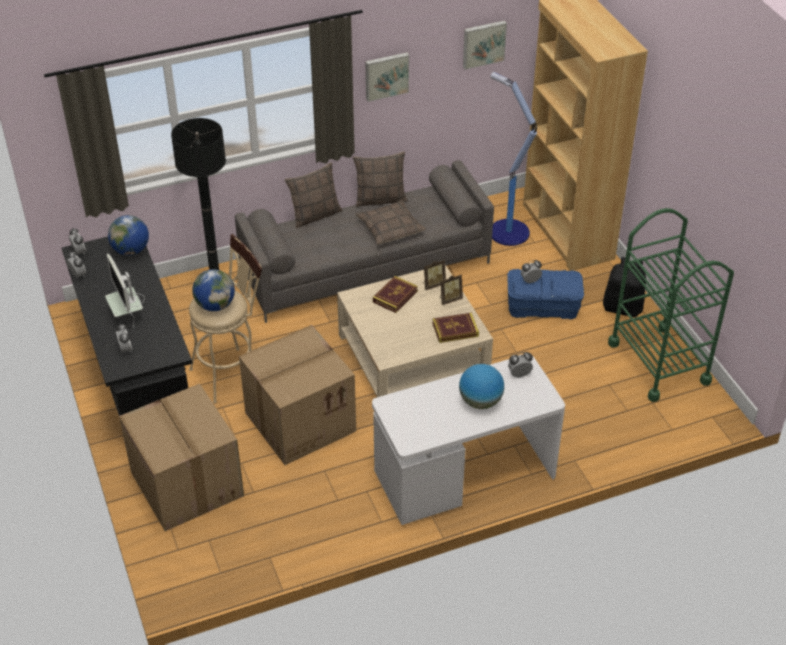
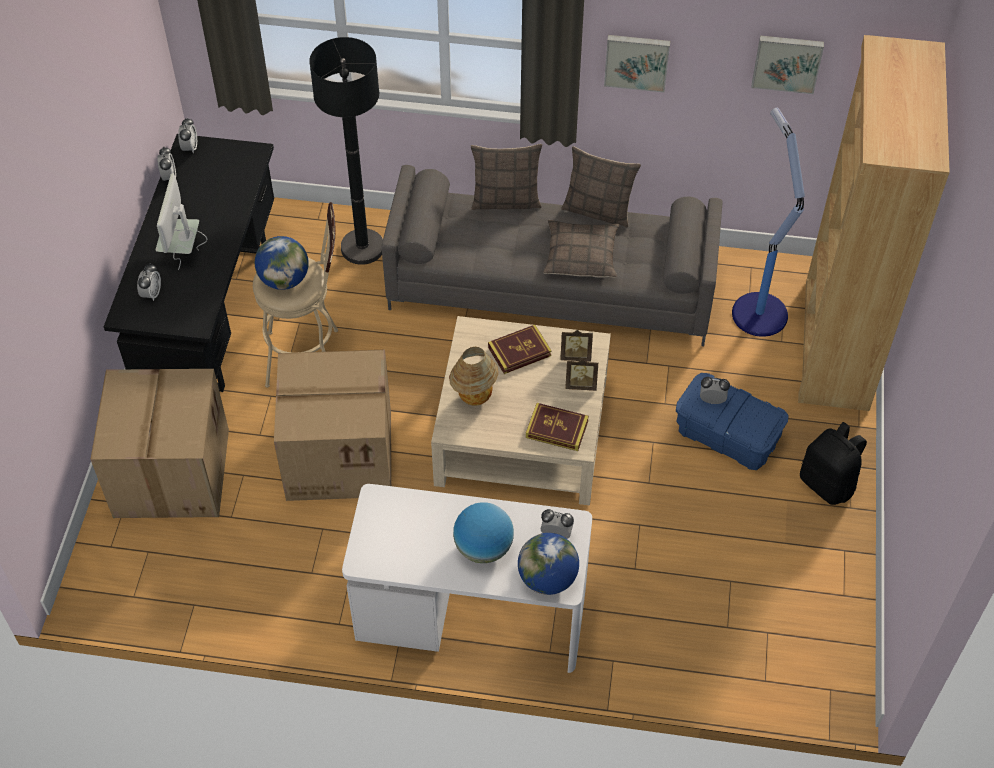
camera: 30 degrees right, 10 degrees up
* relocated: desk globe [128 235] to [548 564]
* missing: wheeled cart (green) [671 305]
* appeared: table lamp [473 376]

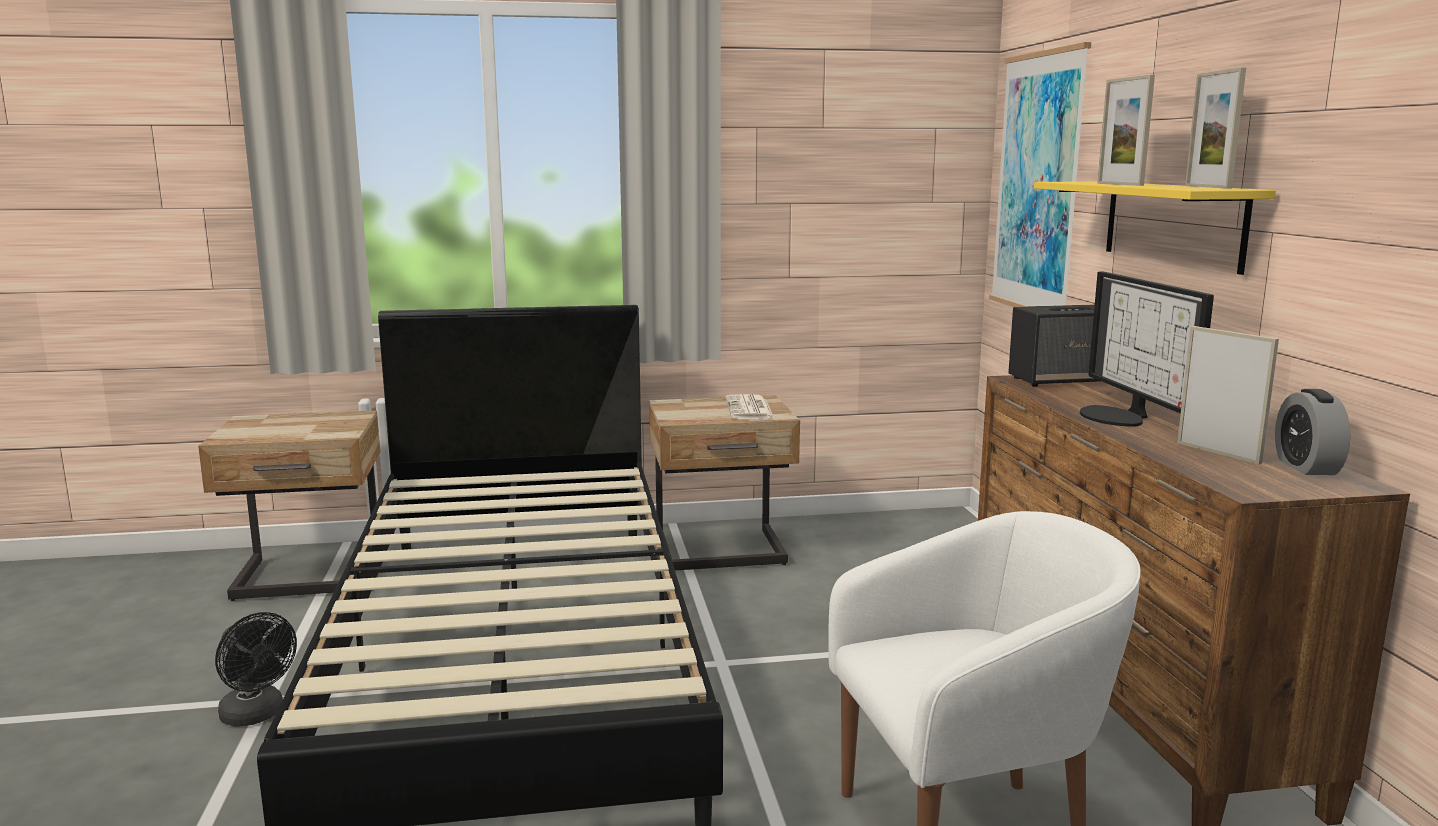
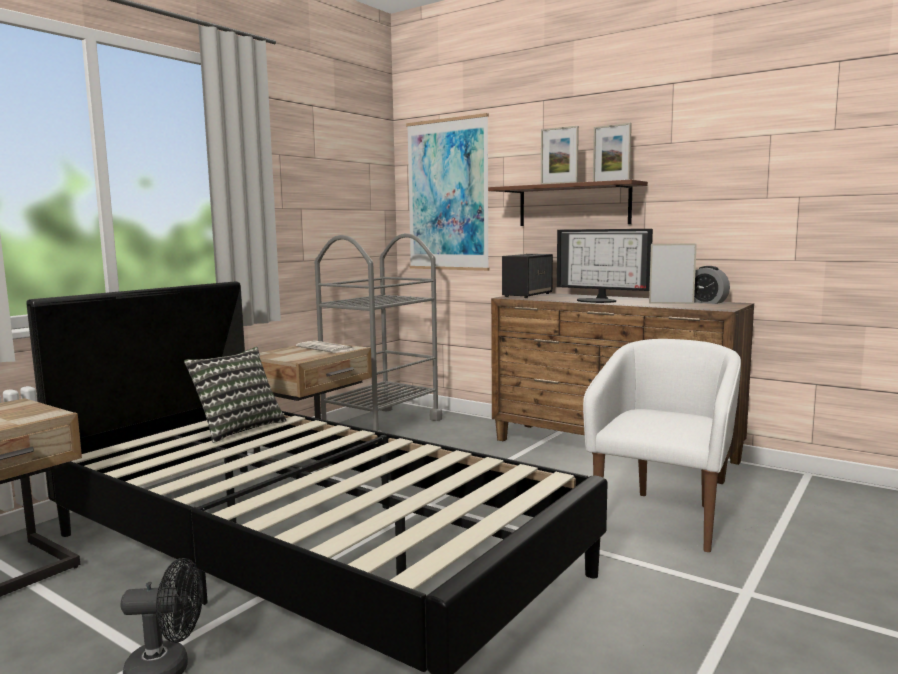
camera: 45 degrees left, 5 degrees down
* colour: bracket shelf (yellowish) [1155 228] to bracket shelf (brown) [568 203]
* appeared: throw pillow [235 395]
* appeared: wheeled cart (greyish) [378 332]

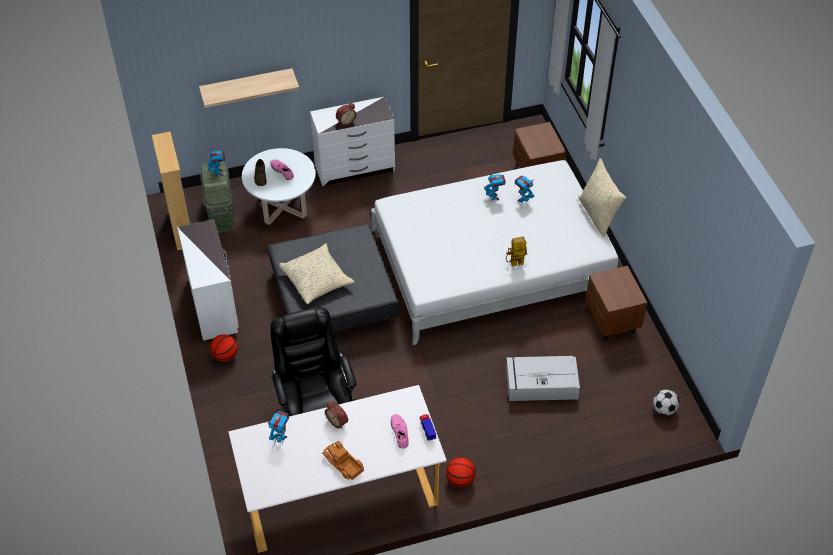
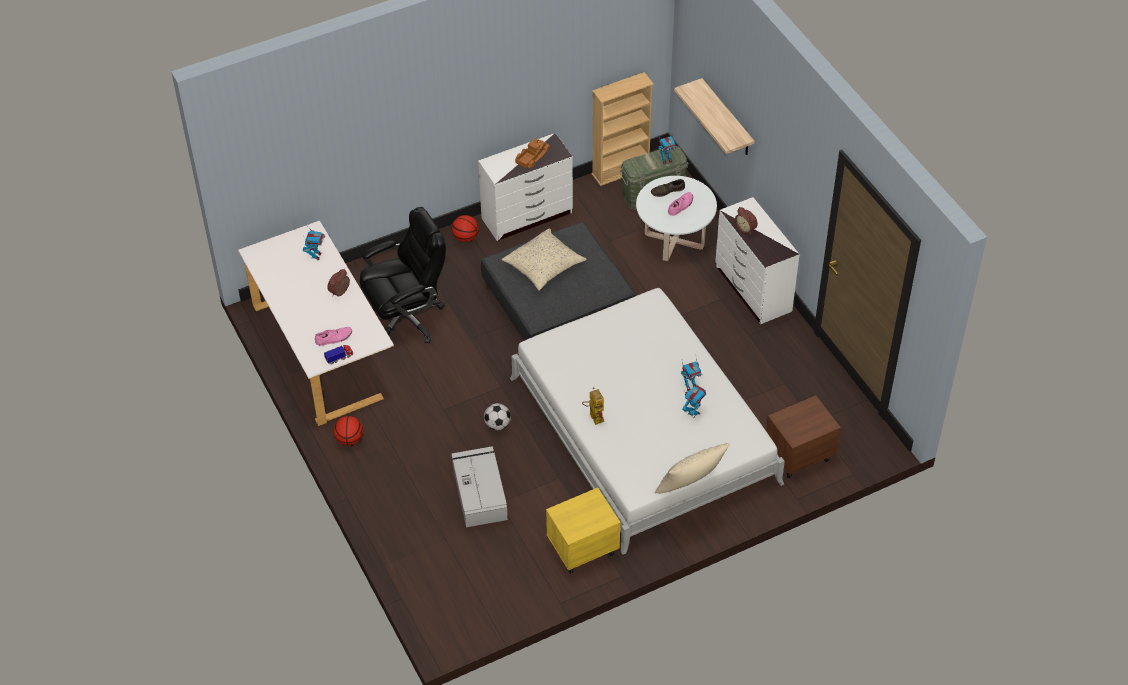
camera: 80 degrees right, 0 degrees up
* relocated: toy truck [343 460] to [533 153]
* colour: bedside table (brown) [616 303] to bedside table (yellowish) [583 530]
* relocated: football ball [666 403] to [497 416]

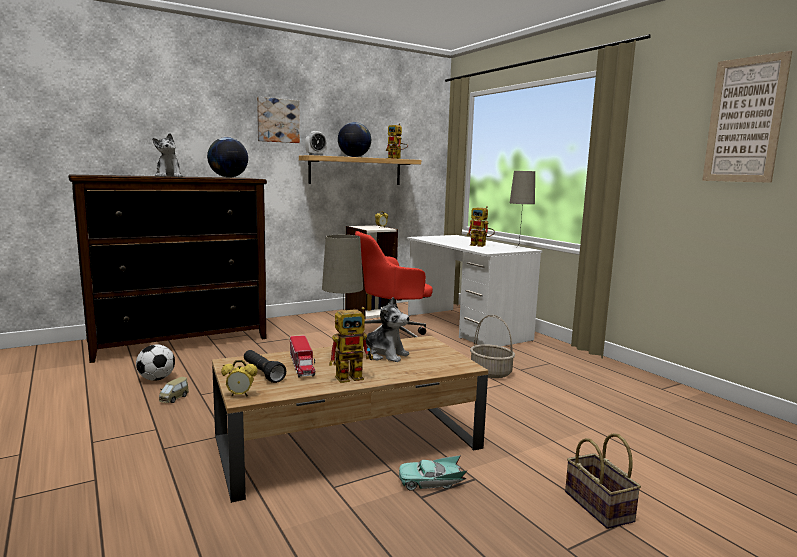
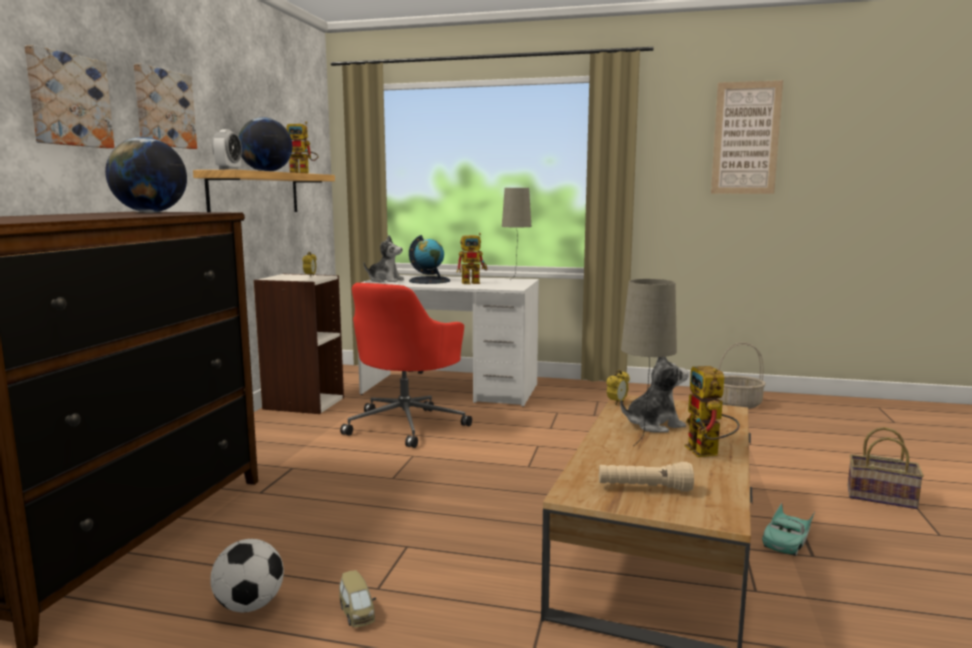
camera: 45 degrees left, 0 degrees up
* relocated: cuddly toy [167 155] to [383 259]
* relocated: table clock [239 378] to [618 387]
* colour: torch (black-coloured) [265 366] to torch (beige) [646 477]
* missing: toy truck [302 356]
* spun: toy robot [351 345] = [712 411] 150 degrees clockwise
* relocated: storage basket [492 346] to [742 375]
* appeared: picture [69 96]
* appeared: desk globe [429 259]

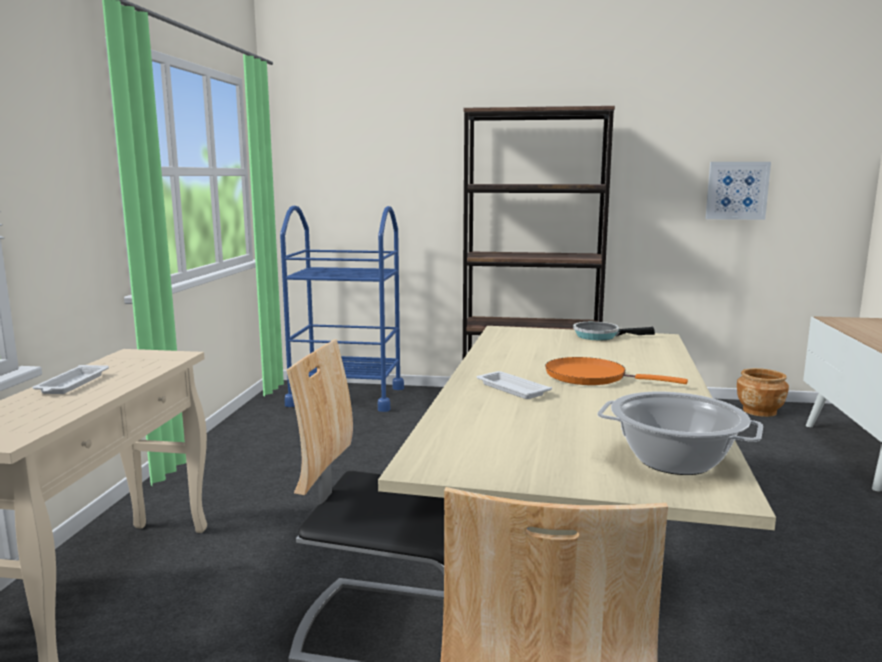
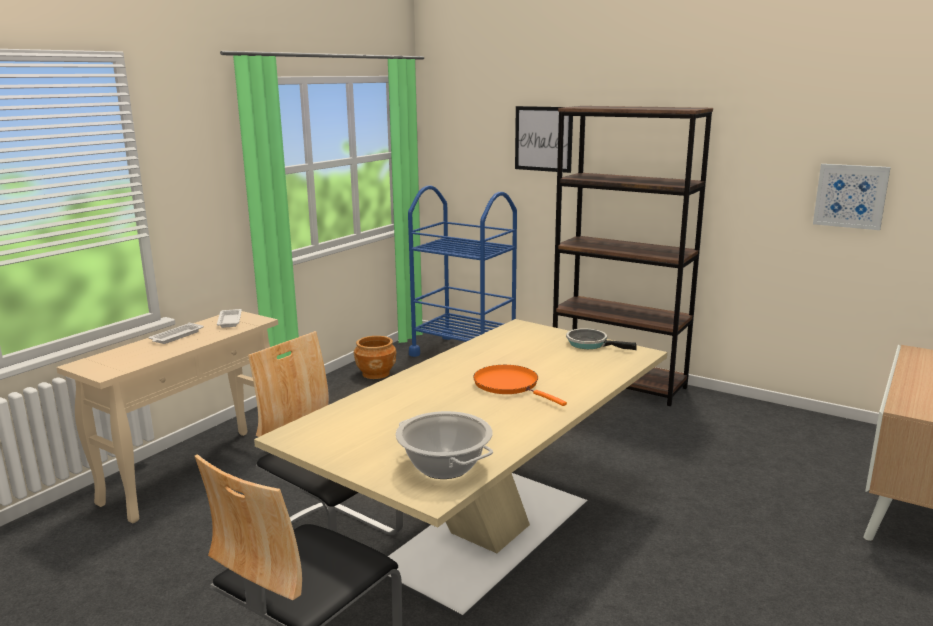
camera: 25 degrees right, 5 degrees up
* relocated: serving tray (white) [514 385] to [229 318]
* relocated: planter (brown) [763 392] to [375 357]
* appeared: picture [544 139]

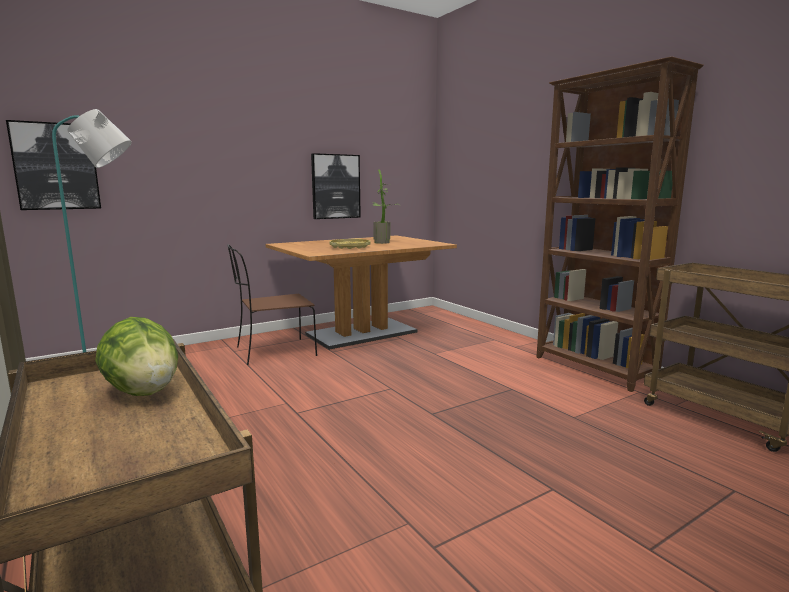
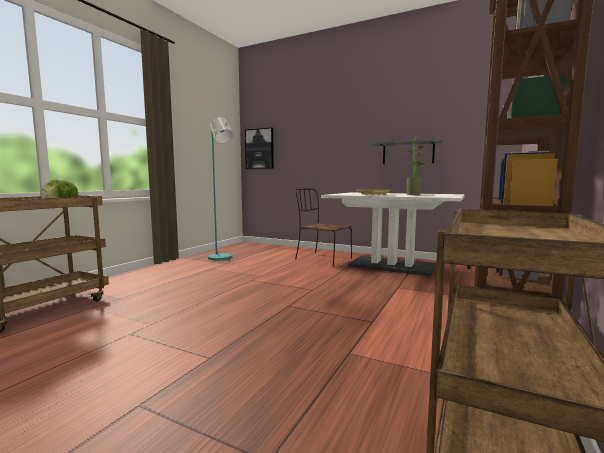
camera: 60 degrees right, 5 degrees down
* colour: kitchen table (brown) [361 292] to kitchen table (white) [393 234]
* exchanged: picture [336 186] to bracket shelf (greyish) [407 151]

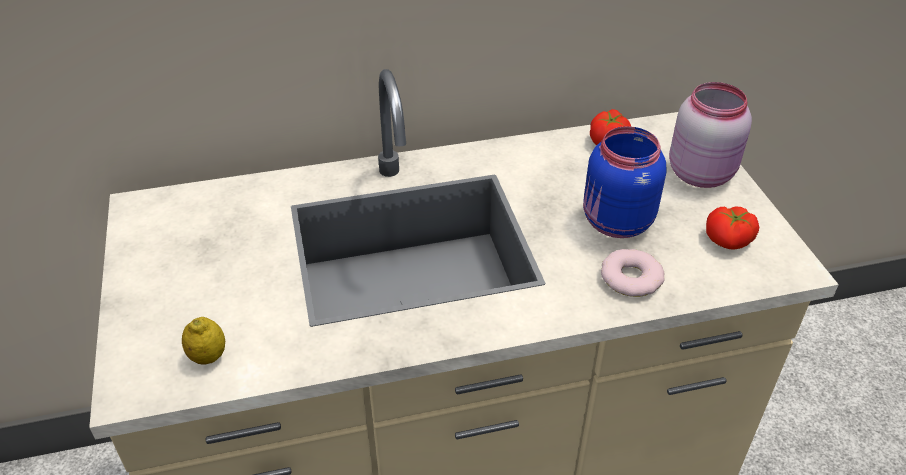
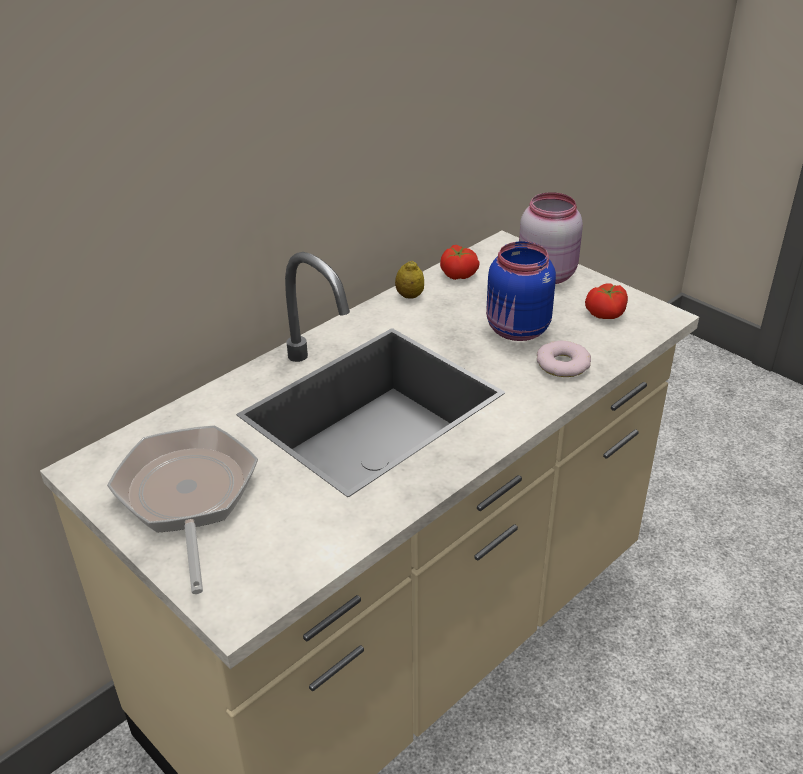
camera: 30 degrees left, 5 degrees down
* relocated: lemon [203 340] to [409 280]
* appeared: skillet [182 509]

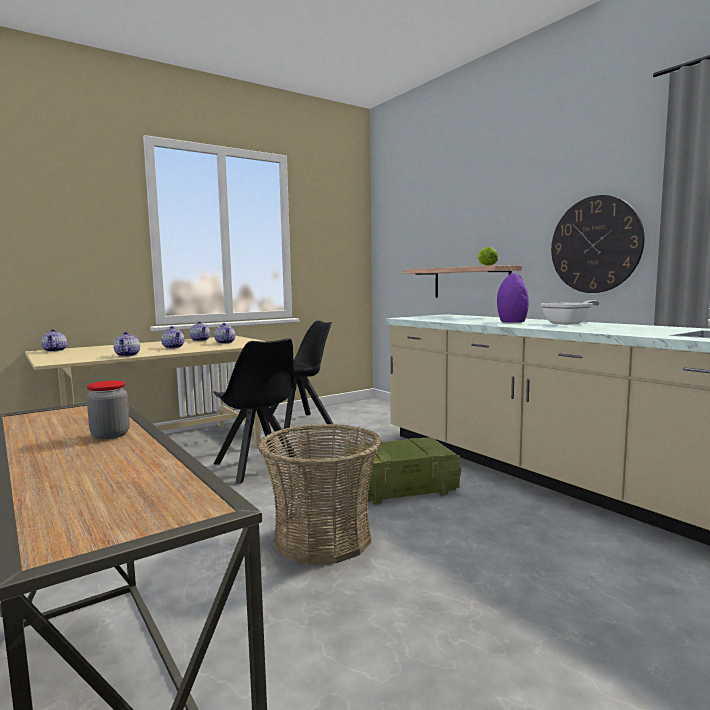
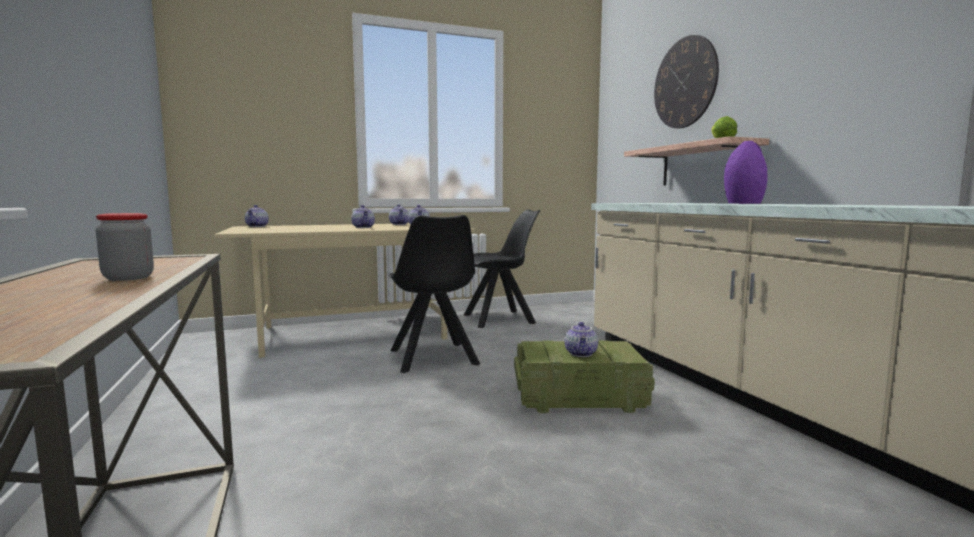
camera: 15 degrees right, 0 degrees up
* relocated: teapot [126 344] to [581 339]
* missing: storage basket [319 494]
* missing: skillet [570 312]
* relocated: clock on the wall [598 244] to [686 81]

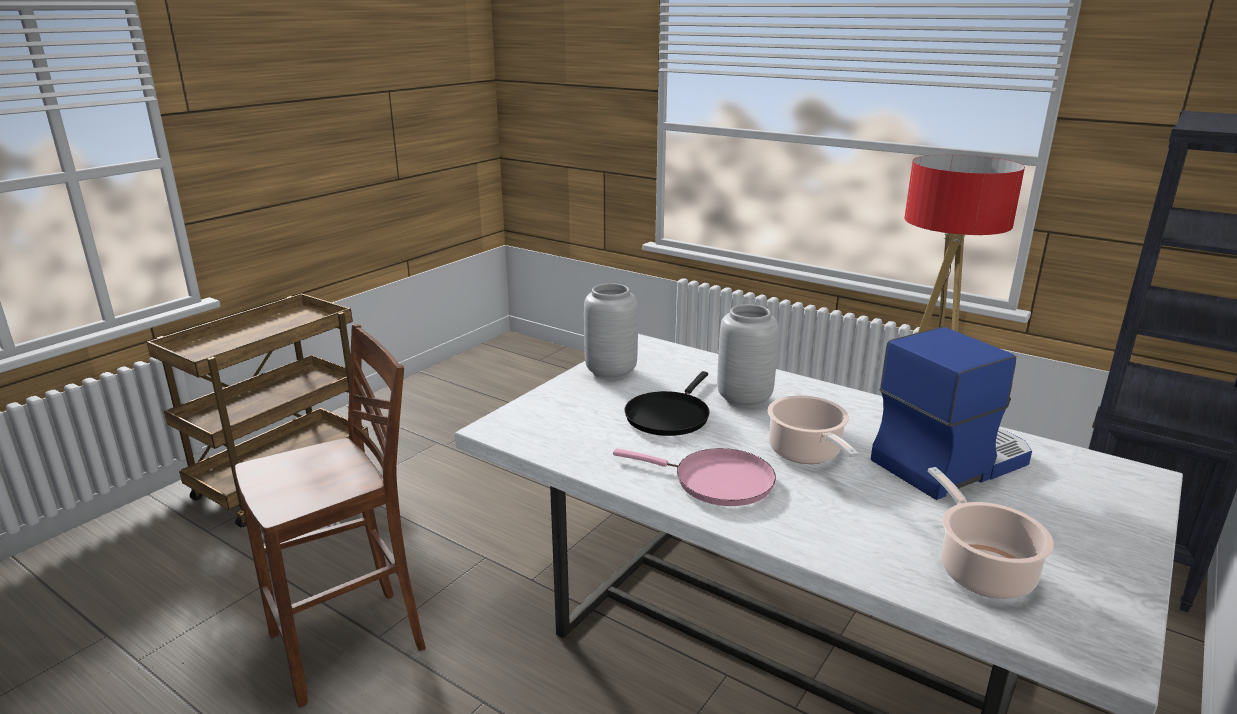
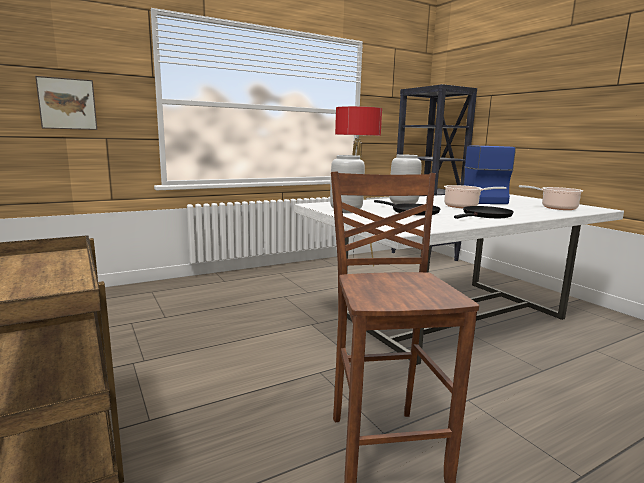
camera: 65 degrees left, 10 degrees down
* colour: skillet (pinkish) [694 477] to skillet (black-coloured) [484 212]
* appeared: picture [66 103]

